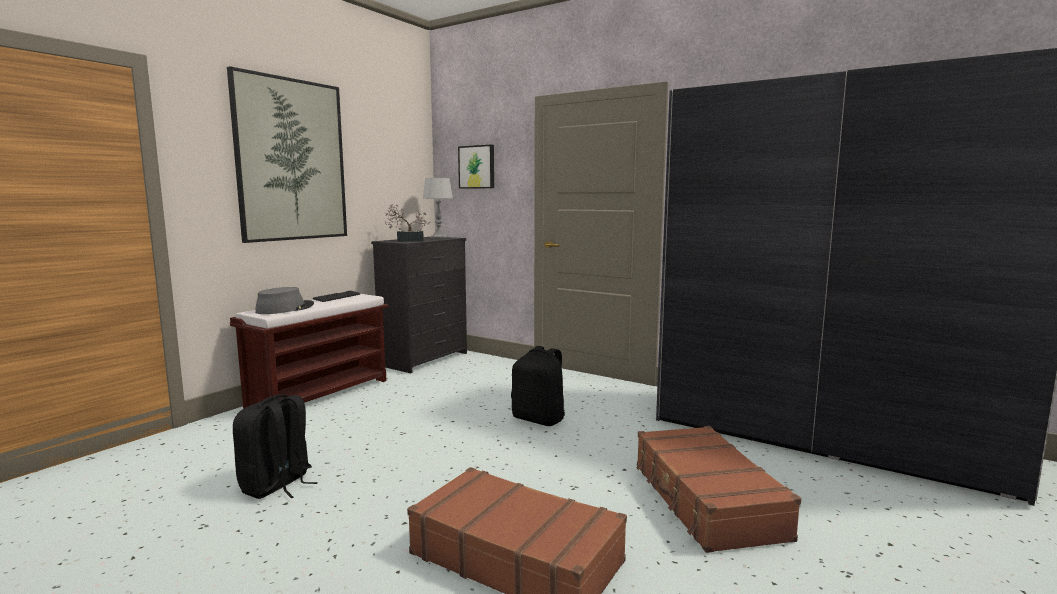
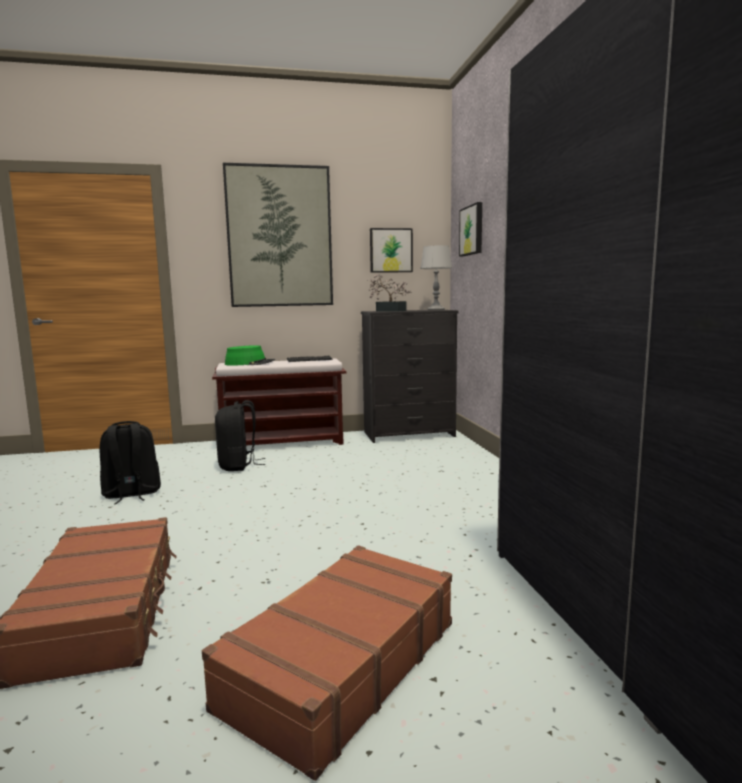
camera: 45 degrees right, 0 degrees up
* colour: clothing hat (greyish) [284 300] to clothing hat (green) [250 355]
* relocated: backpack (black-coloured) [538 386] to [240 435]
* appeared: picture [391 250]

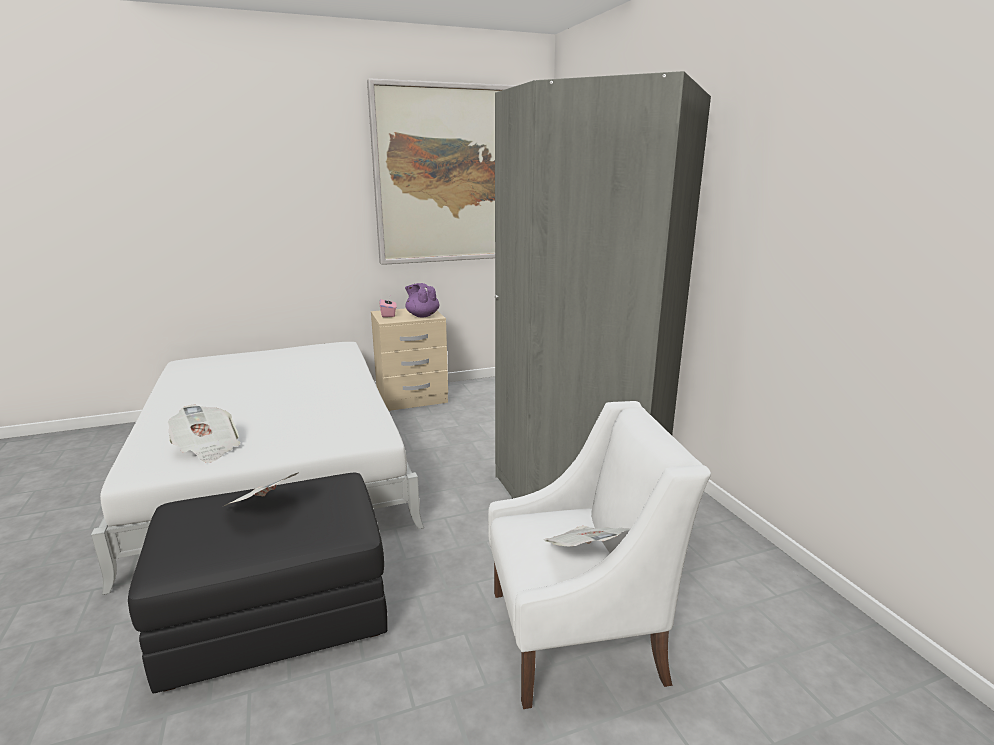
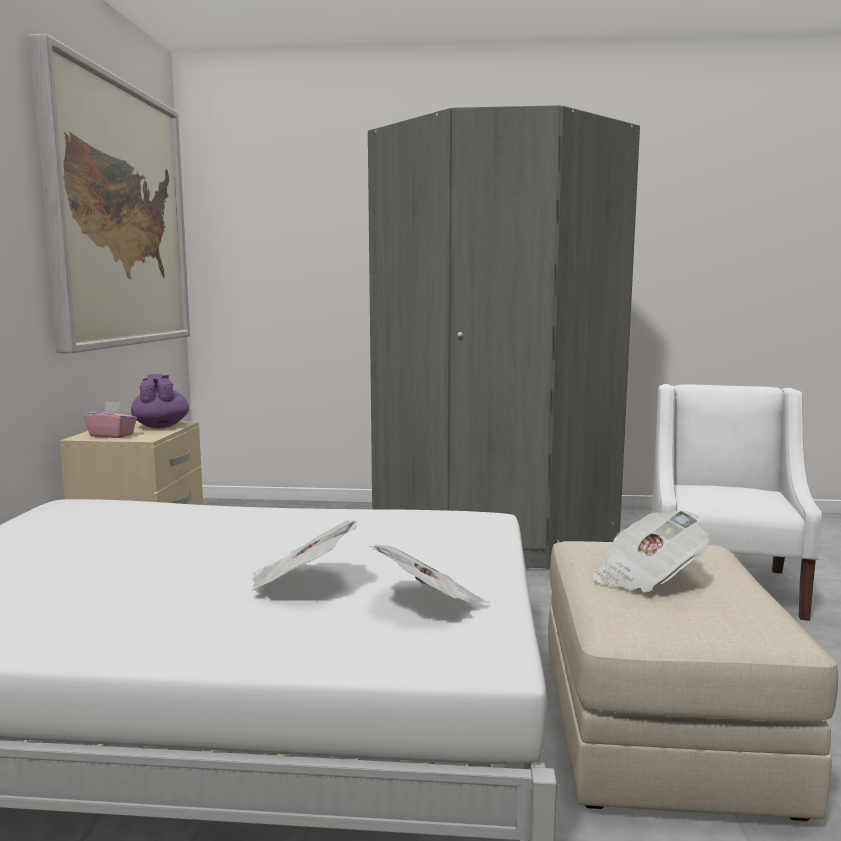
camera: 65 degrees left, 10 degrees down
* colour: footrest (black-coloured) [258 583] to footrest (beige) [693 681]
* spun: teapot (purple-coloured) [422 300] = [160 401] 90 degrees clockwise
* relocated: printed paper [587 536] to [304 555]

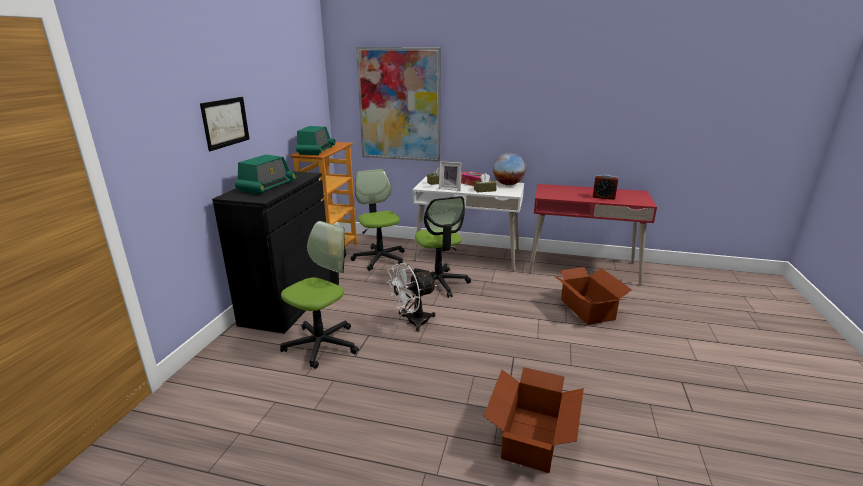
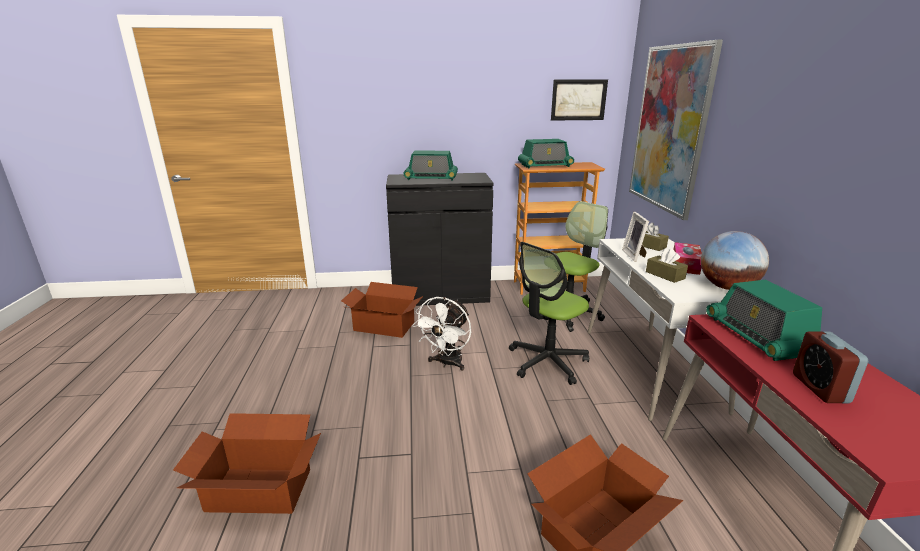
camera: 70 degrees right, 0 degrees up
* relocated: picture [224 124] to [579 100]
* exchanged: computer chair [319 295] to packing box [382 310]
* spun: electric fan (white) [412 297] = [441 334] 105 degrees counterclockwise
* appeared: radio [764 320]

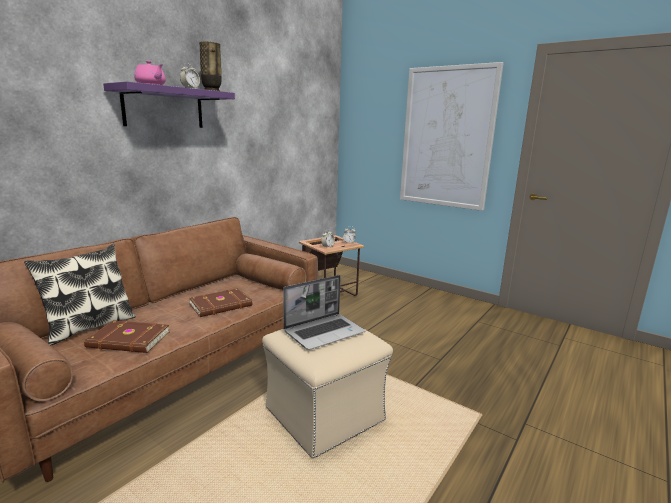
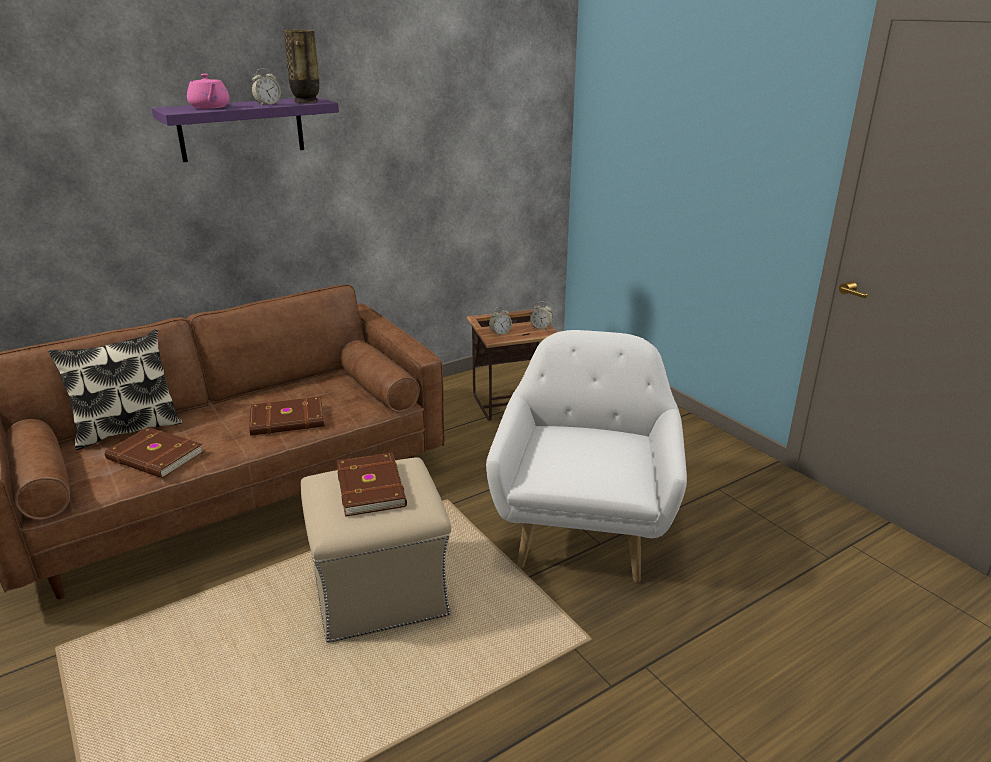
camera: 20 degrees right, 10 degrees up
* exchanged: laptop [324 312] to book (brown) [371 485]
* missing: picture [452 136]
* appeared: armchair (white) [586 456]

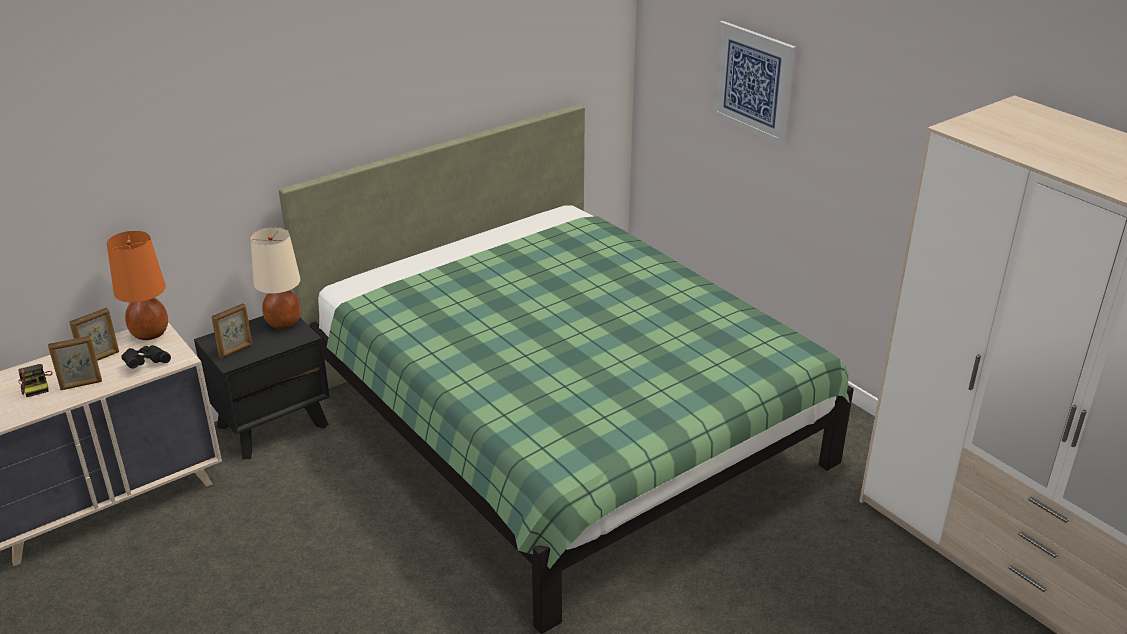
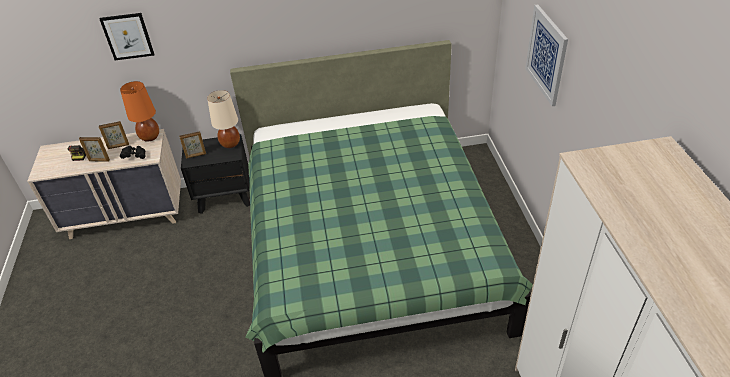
camera: 30 degrees right, 10 degrees up
* appeared: picture [127 36]

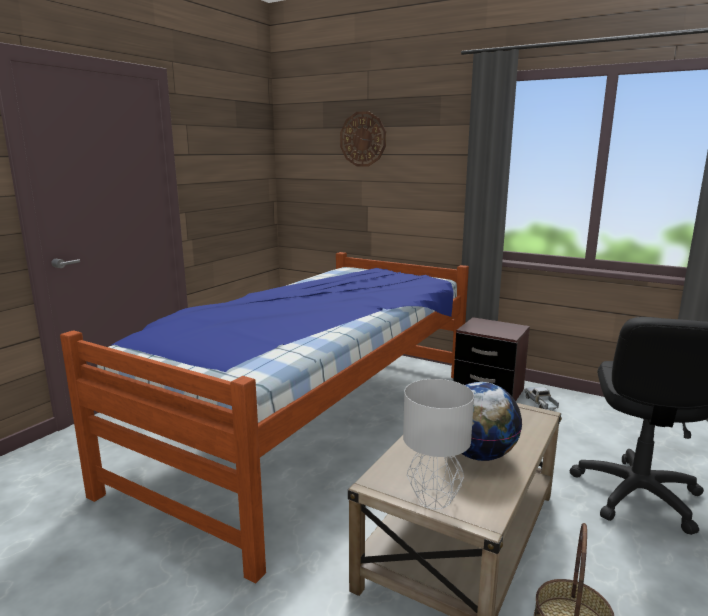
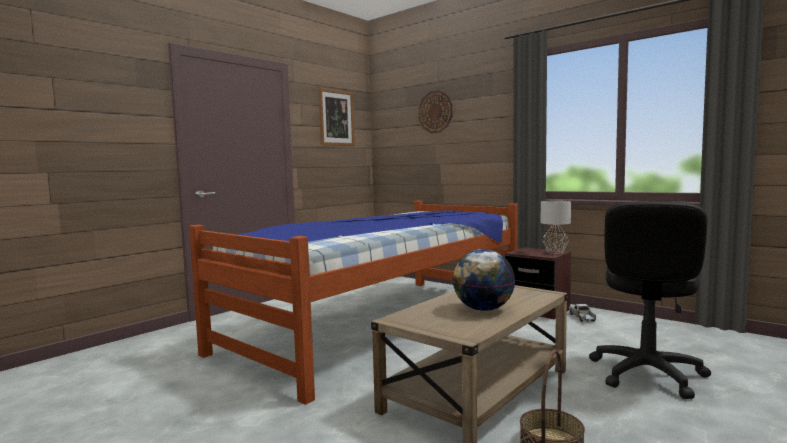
camera: 10 degrees right, 10 degrees down
* relocated: table lamp (greyish) [438 444] to [556 227]
* appeared: picture [337 117]

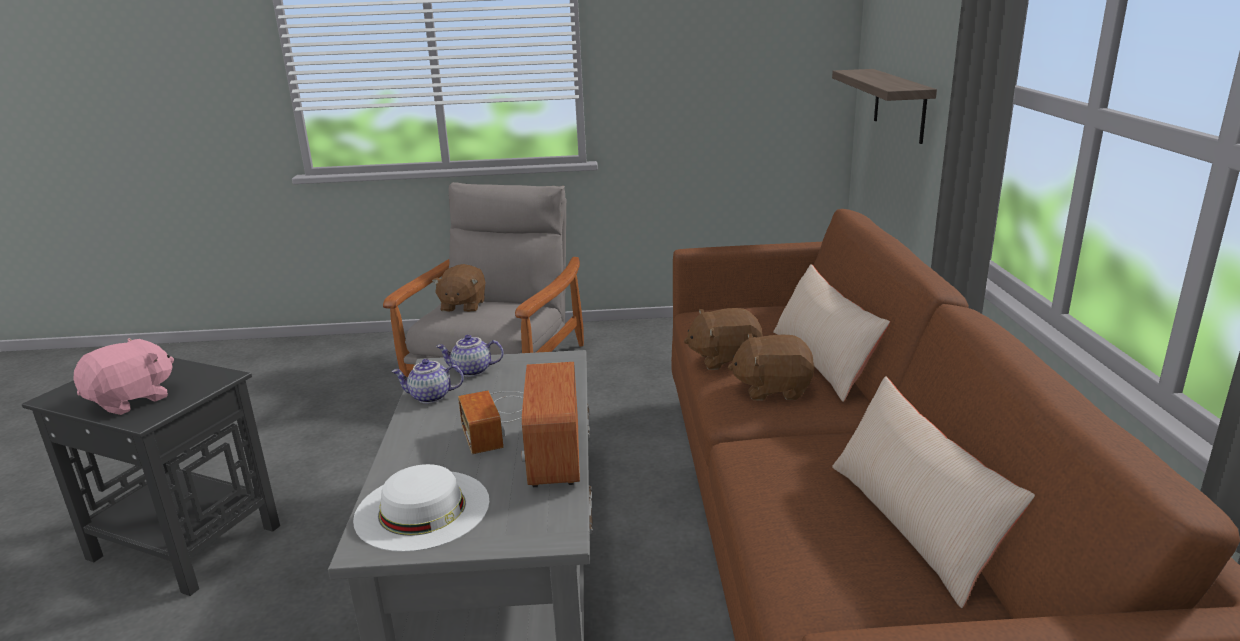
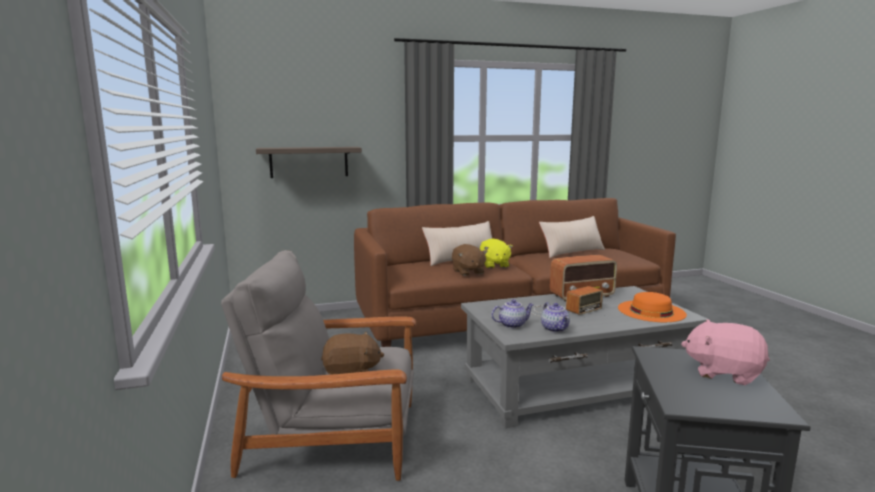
camera: 105 degrees left, 10 degrees down
* colour: clothing hat (white) [421 508] to clothing hat (orangey) [652 307]
* spun: teapot [469 356] = [512 313] 90 degrees counterclockwise
* colour: cuddly toy (brown) [771 367] to cuddly toy (yellowish) [496 254]

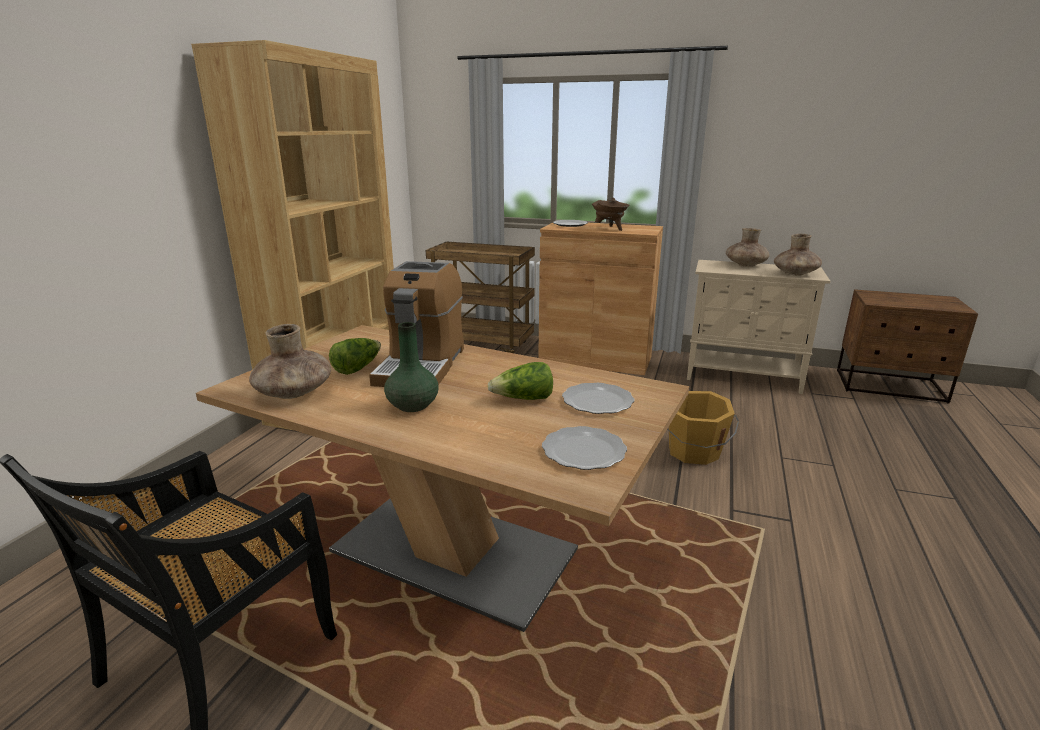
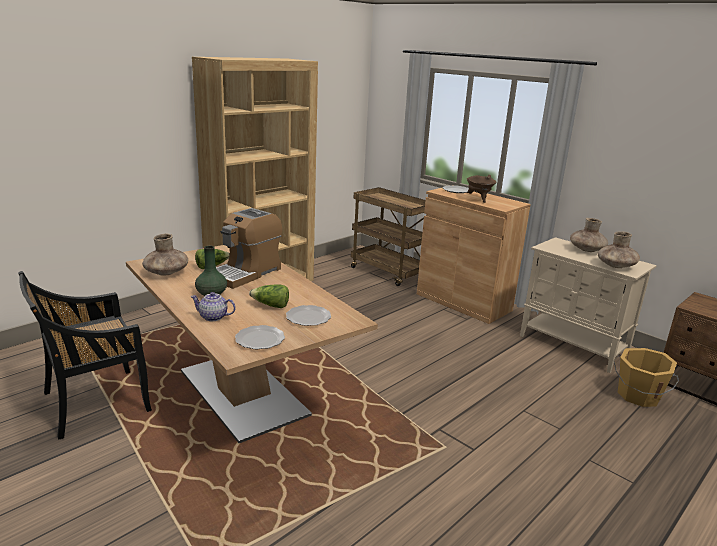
camera: 25 degrees right, 0 degrees up
* relocated: pail (orangey) [703 428] to [646 377]
* appeared: teapot [213 306]

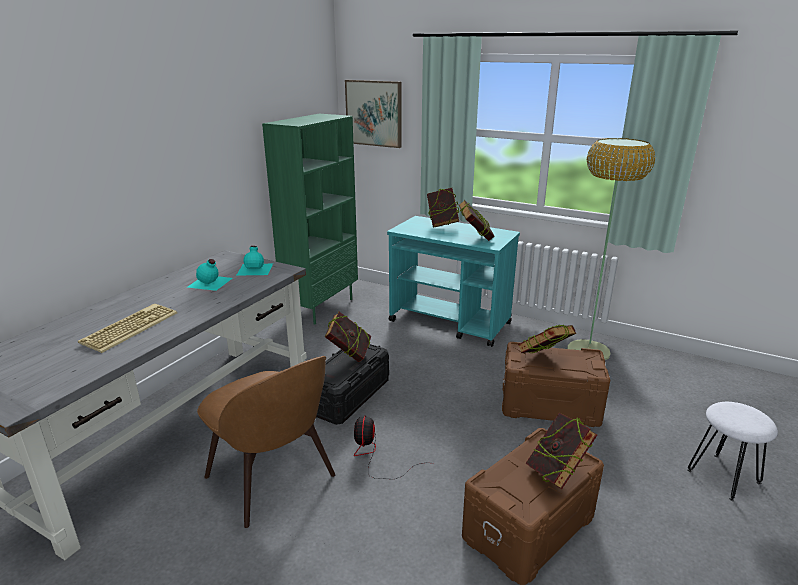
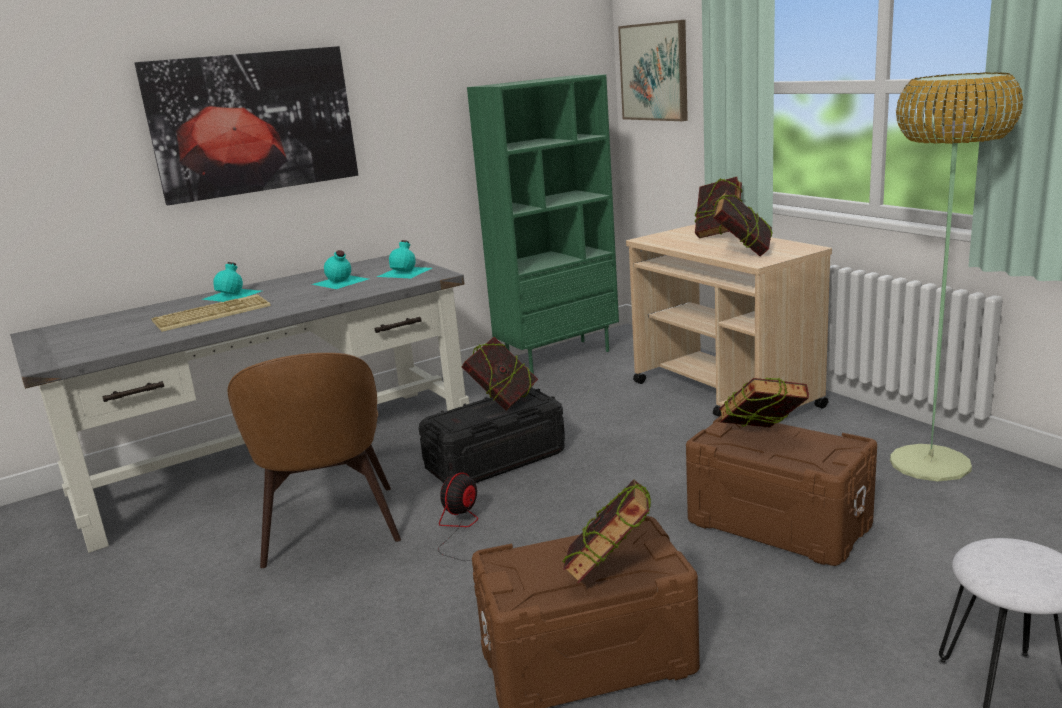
camera: 30 degrees right, 5 degrees down
* colour: wheeled cart (blue-green) [453 281] to wheeled cart (beige) [729 320]
* appeared: picture [246 125]
* appeared: beverage bottle (blue-green) [231 282]

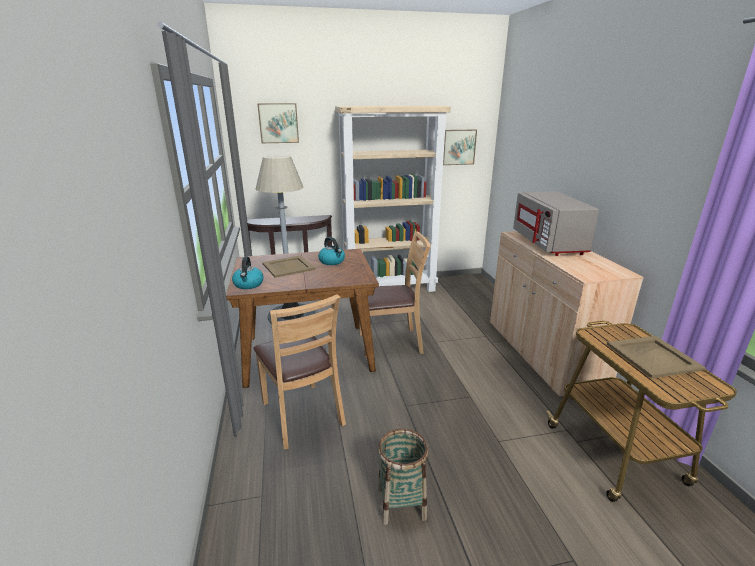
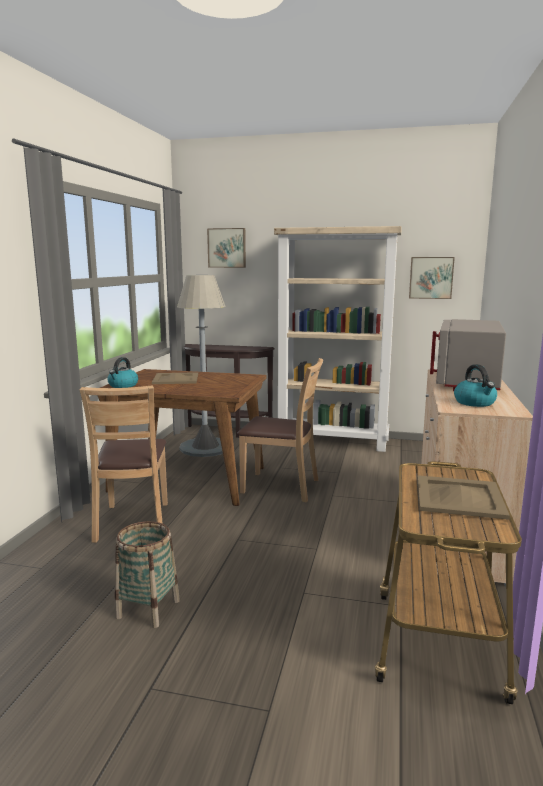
camera: 25 degrees right, 10 degrees down
* relocated: tea kettle [331 251] to [475 385]

